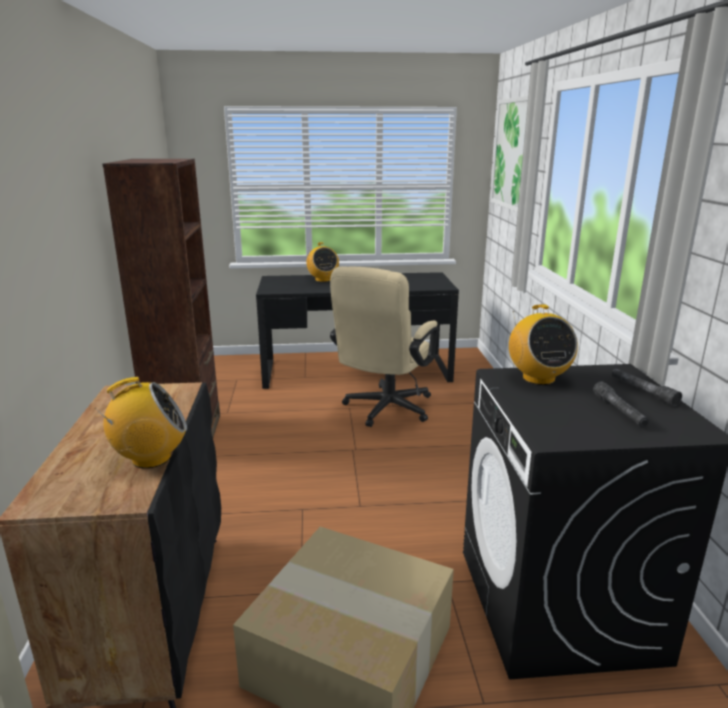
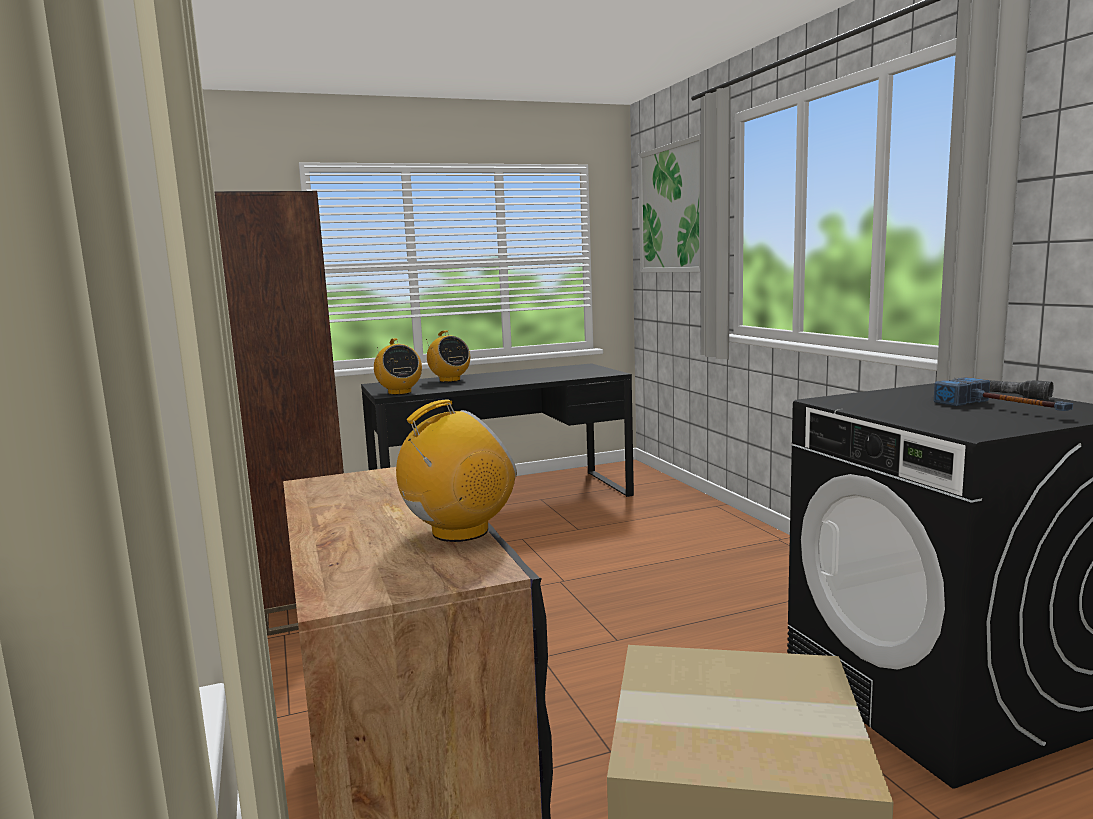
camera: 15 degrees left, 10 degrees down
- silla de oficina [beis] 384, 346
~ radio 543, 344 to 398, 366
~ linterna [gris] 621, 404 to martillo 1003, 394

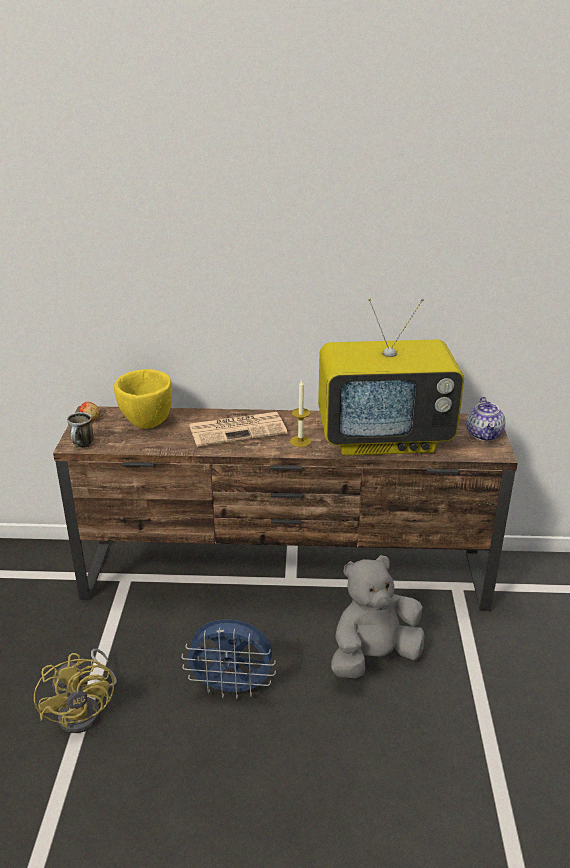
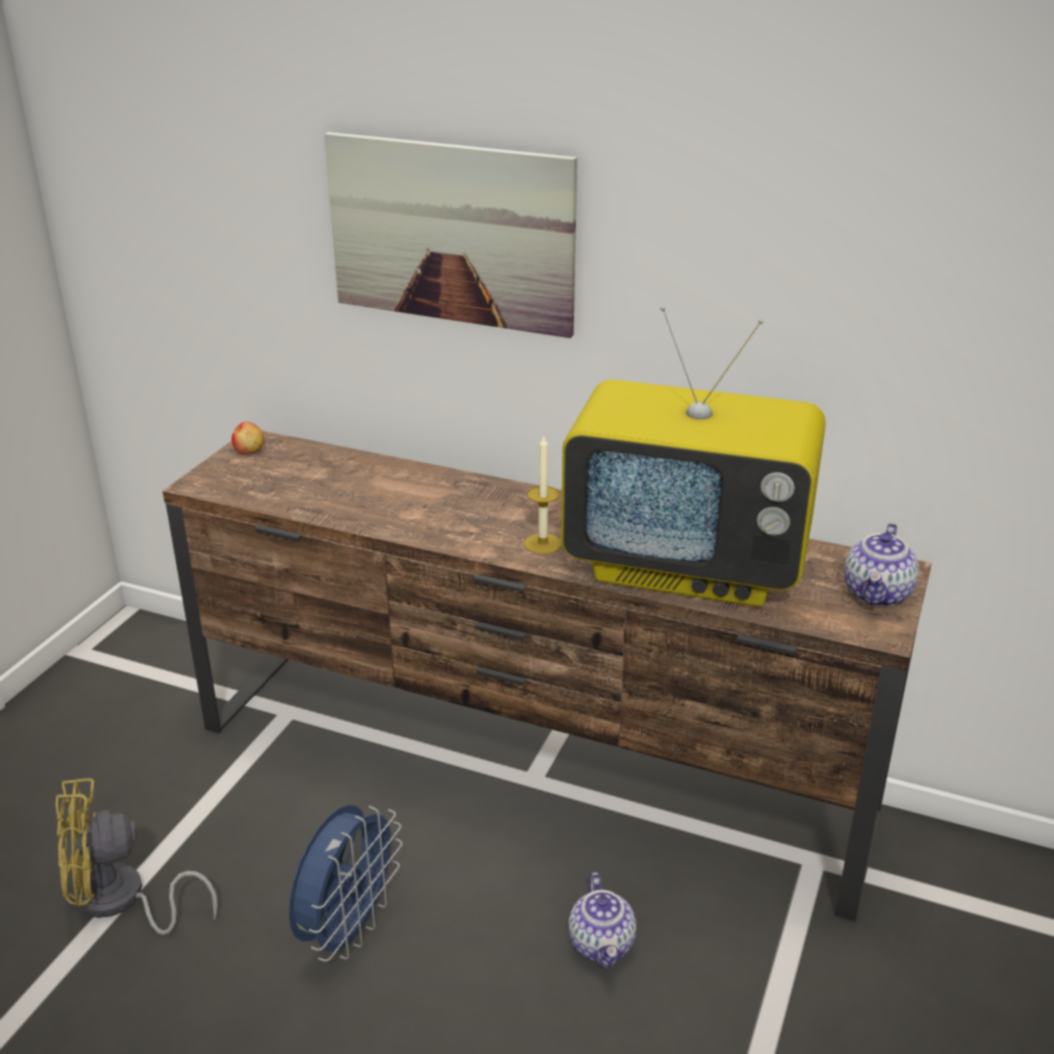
camera: 20 degrees right, 0 degrees up
~ ventilador [amarillo] 75, 691 = 136, 856 75 degrees clockwise
- taza grande 80, 429
- cuenco [amarillo] 143, 399
~ ventilador [azul] 228, 659 = 346, 883 90 degrees counterclockwise
- periódico 238, 429
~ peluche [gris] 378, 616 to tetera 602, 920
+ cuadro 450, 235

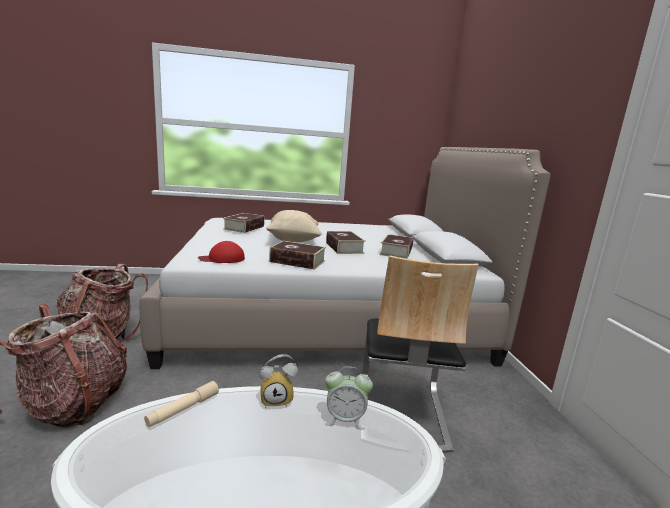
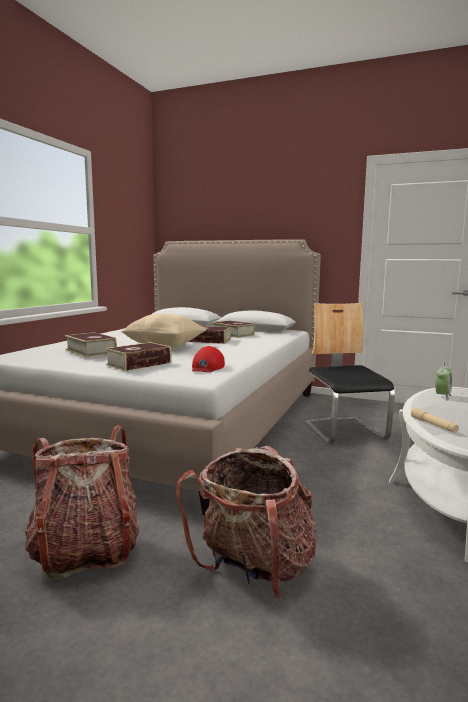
camera: 60 degrees left, 5 degrees down
- despertador 279, 381
~ libro 297, 255 to 138, 356
~ silla 420, 354 = 349, 373 135 degrees counterclockwise

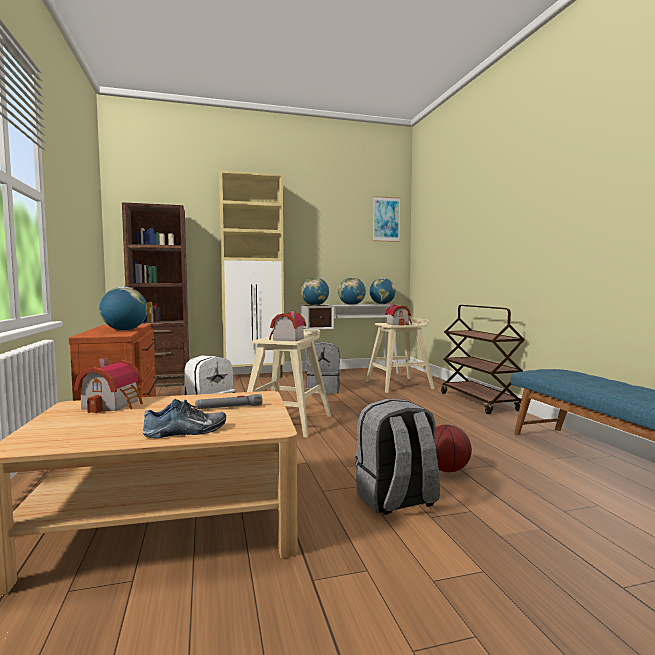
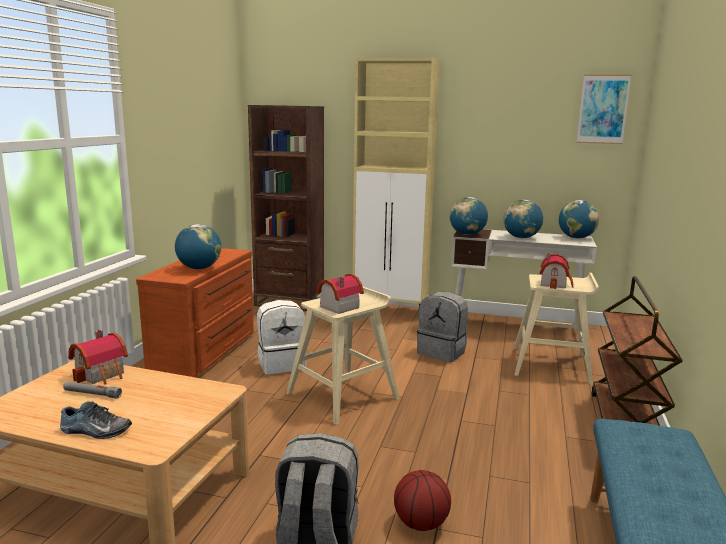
camera: 30 degrees right, 10 degrees up
~ linterna [gris] 228, 401 to 92, 390

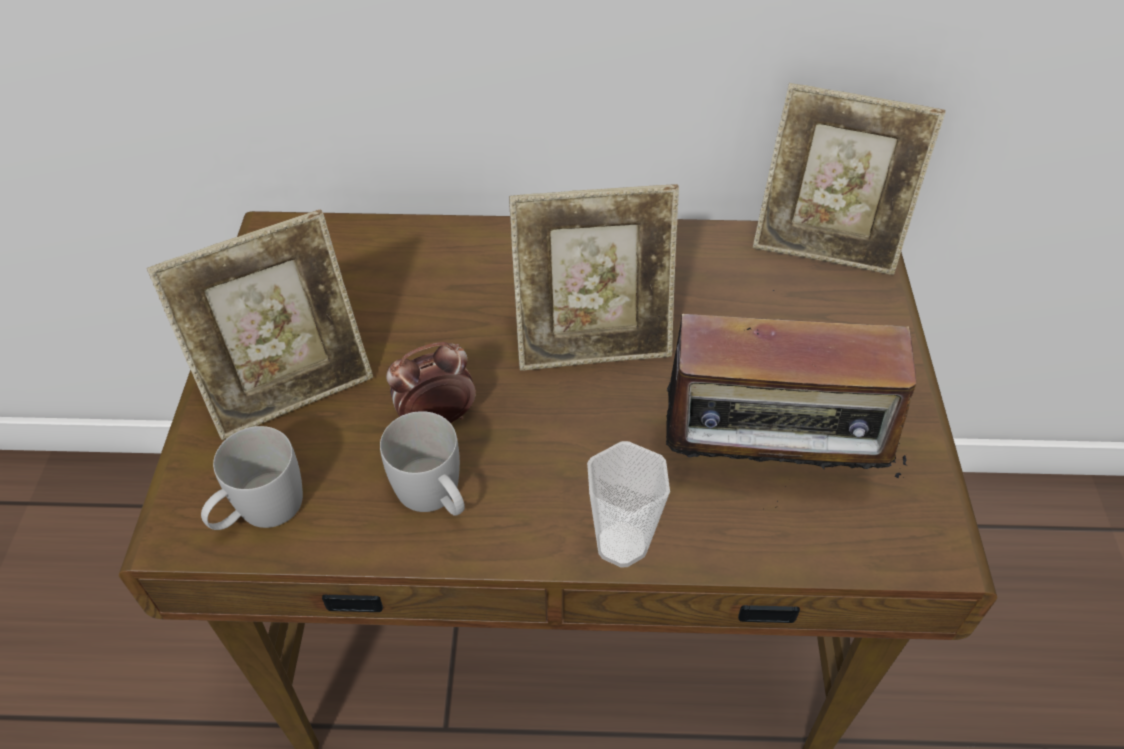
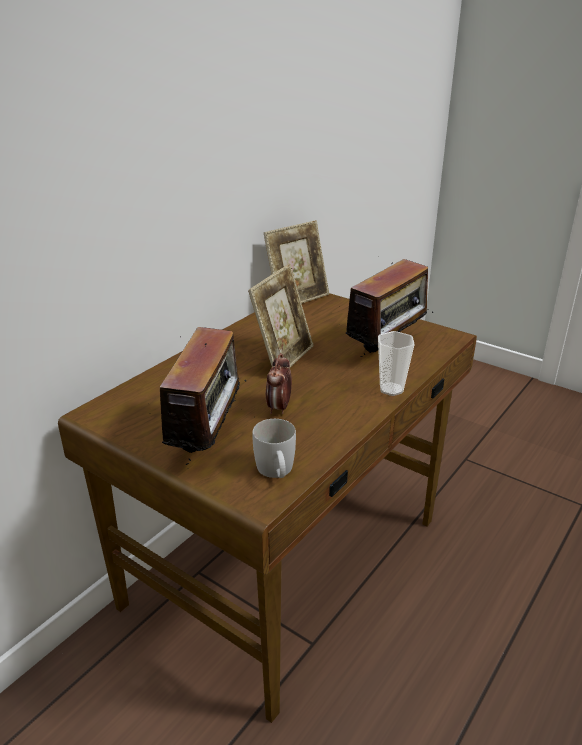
camera: 55 degrees left, 20 degrees down
~ portarretratos 260, 325 to radio 206, 396
- taza grande [blanco] 422, 463

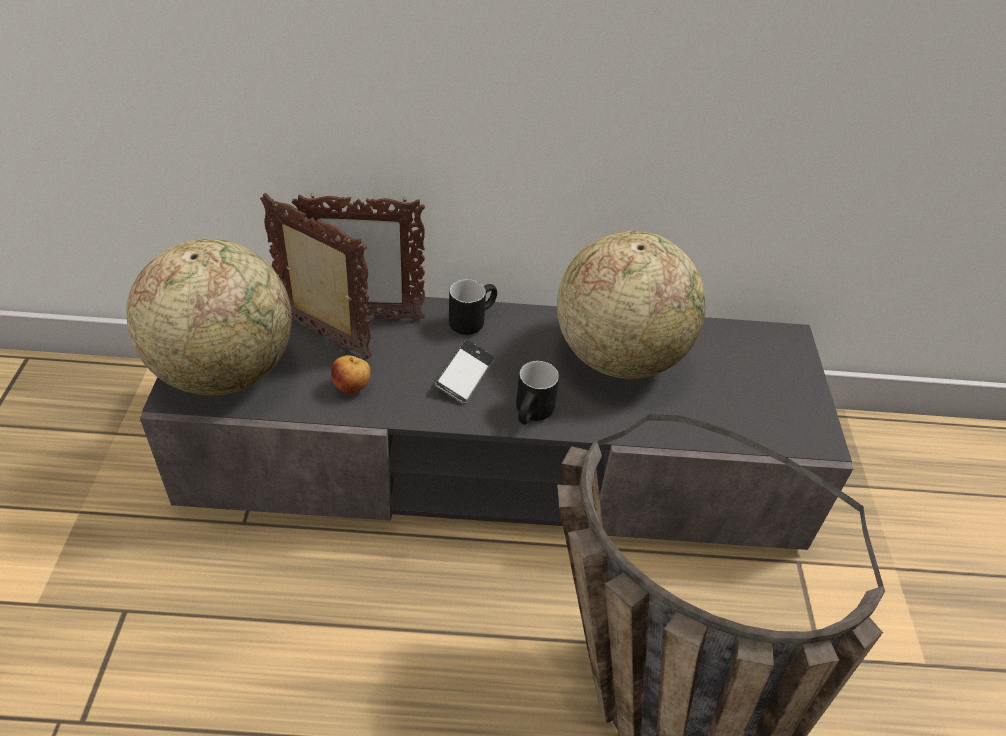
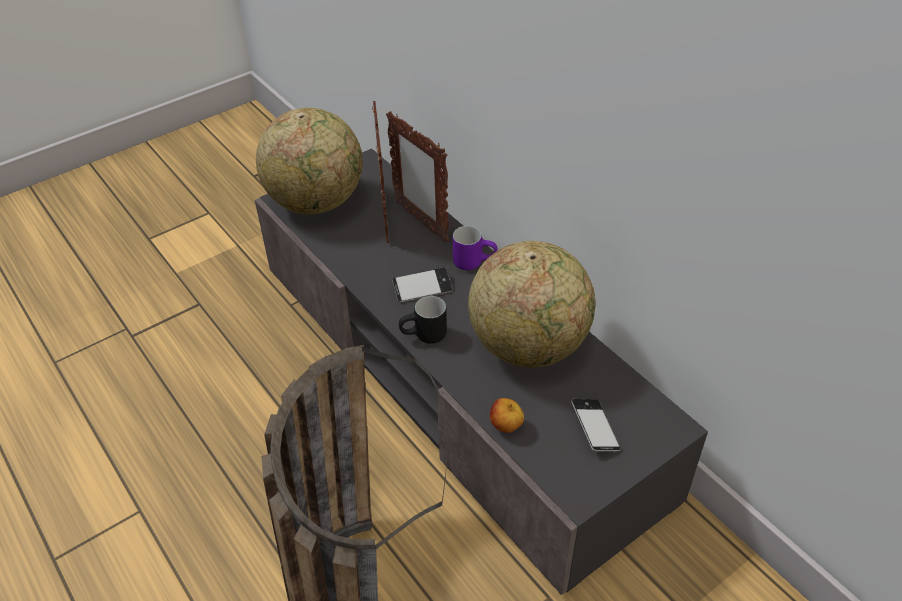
camera: 55 degrees right, 0 degrees up
~ manzana 351, 374 to 507, 415
~ taza grande [negro] 473, 307 to taza grande [morado] 475, 248
+ móvil 596, 425

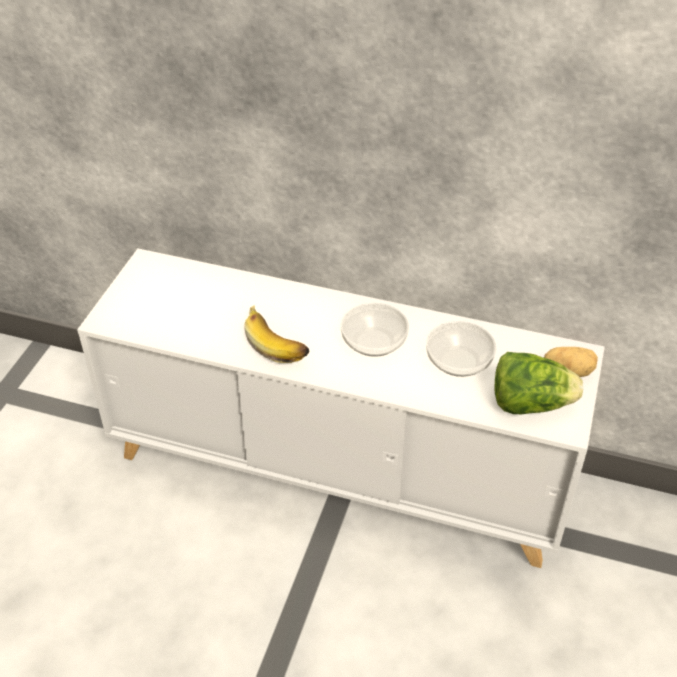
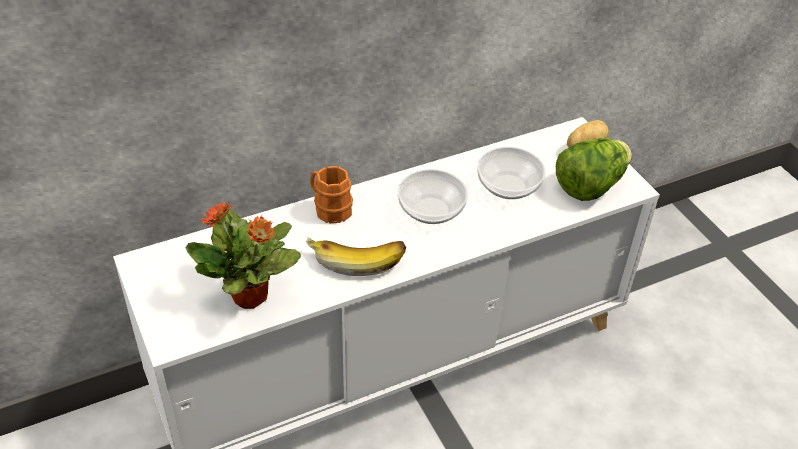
camera: 45 degrees left, 0 degrees up
+ planta en maceta 243, 255
+ taza grande [naranja] 331, 194

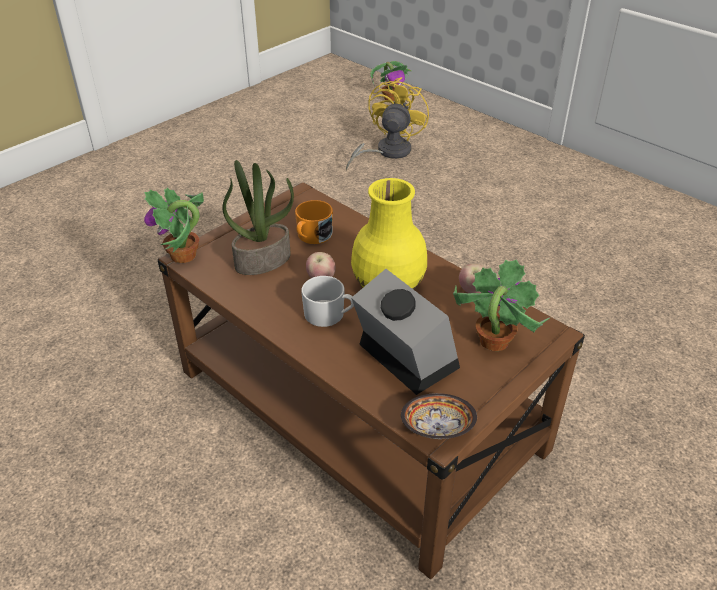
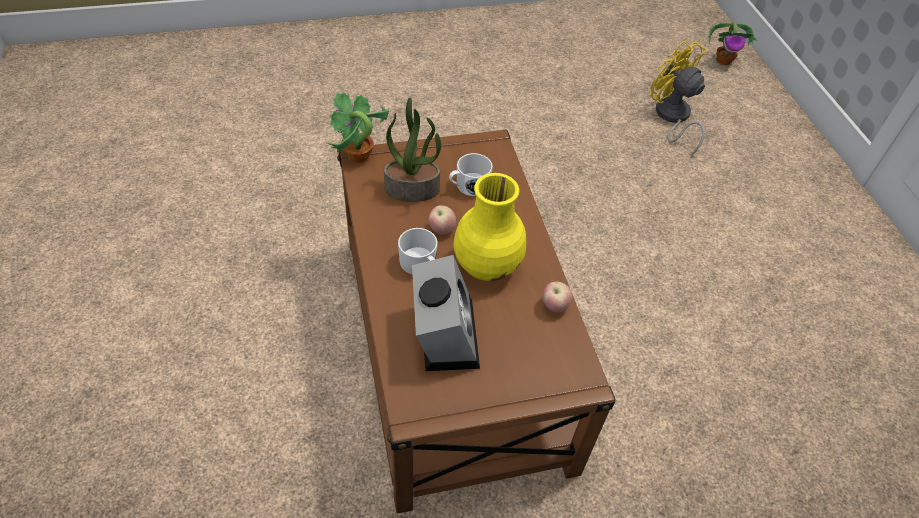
camera: 30 degrees right, 10 degrees up
~ taza grande [naranja] 314, 222 to taza grande [blanco] 471, 174
~ ventilador [amarillo] 387, 123 = 678, 98 90 degrees counterclockwise
- cuenco 439, 416
- planta en maceta 501, 305

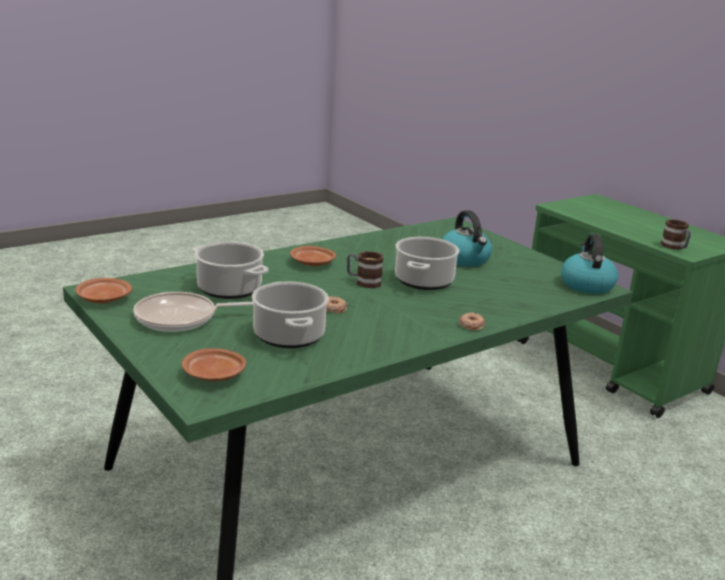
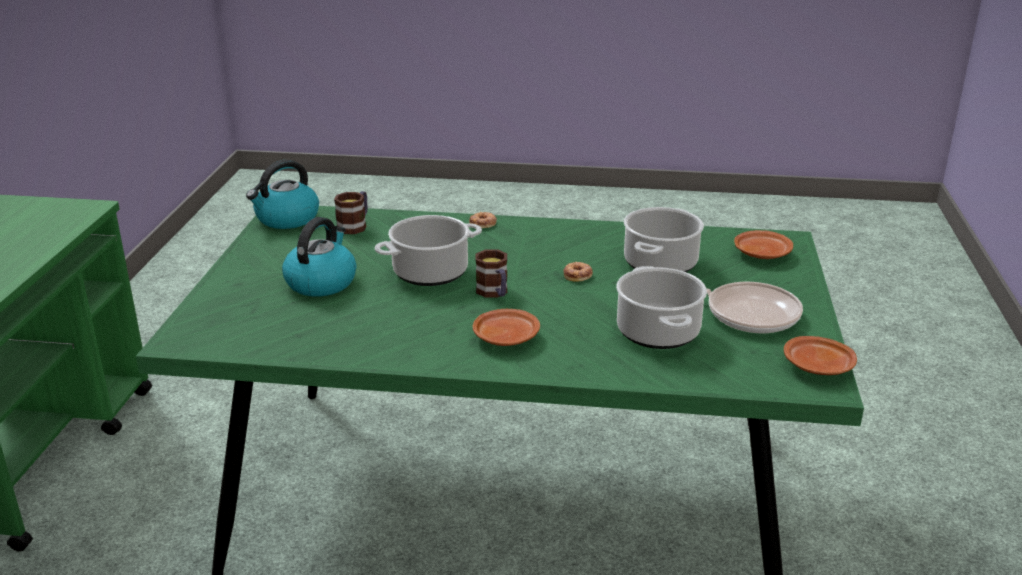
camera: 135 degrees left, 5 degrees up
~ taza grande 676, 234 to 351, 212

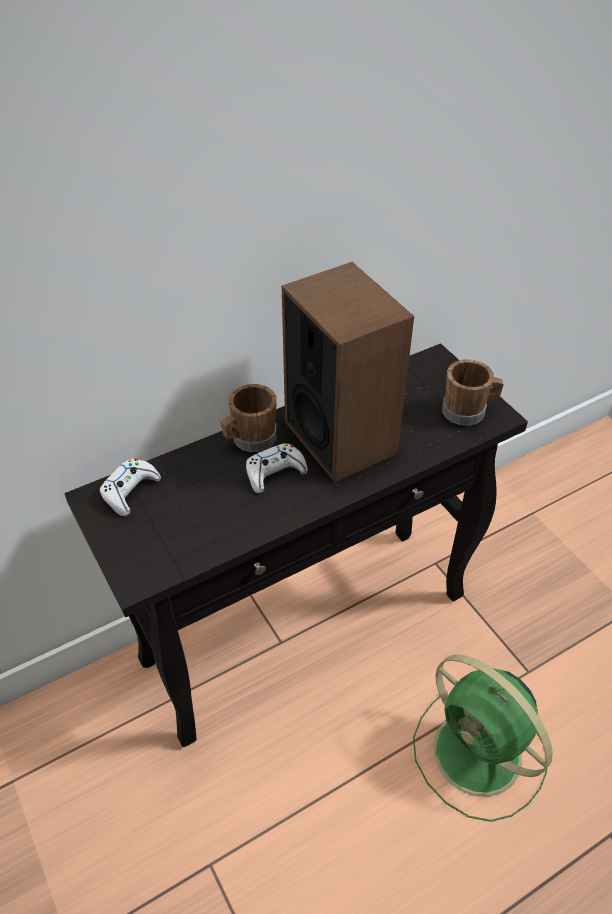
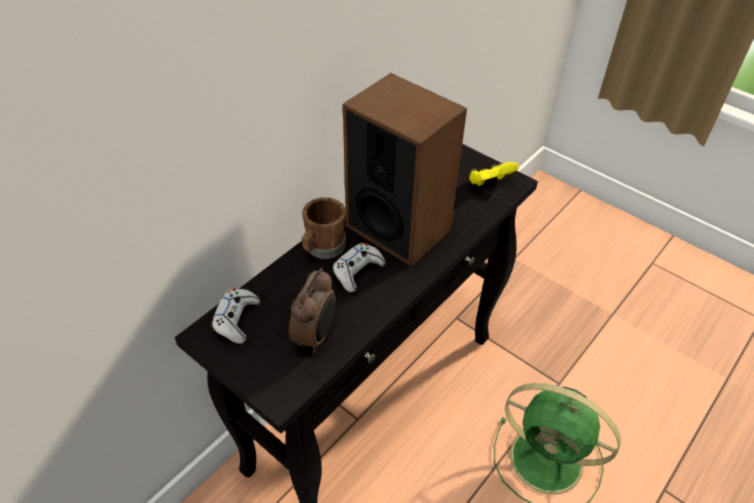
camera: 20 degrees left, 0 degrees up
~ taza grande [marrón] 473, 392 to mando de consola [amarillo] 494, 174
+ despertador 312, 310

